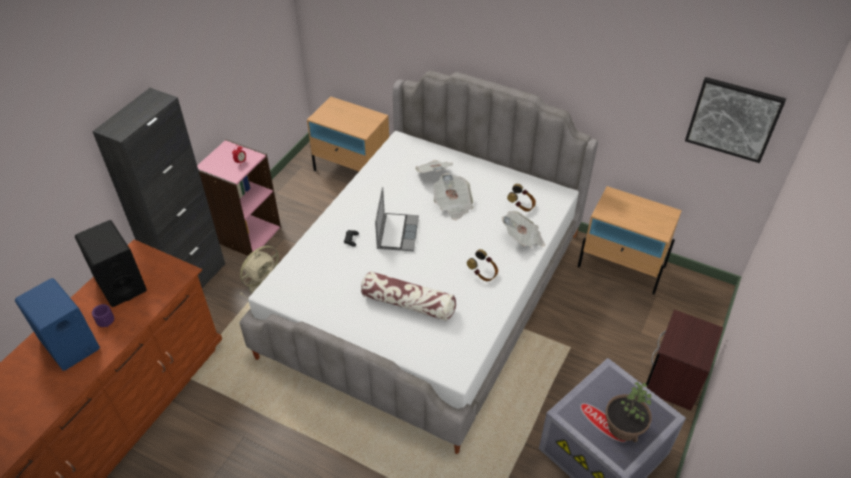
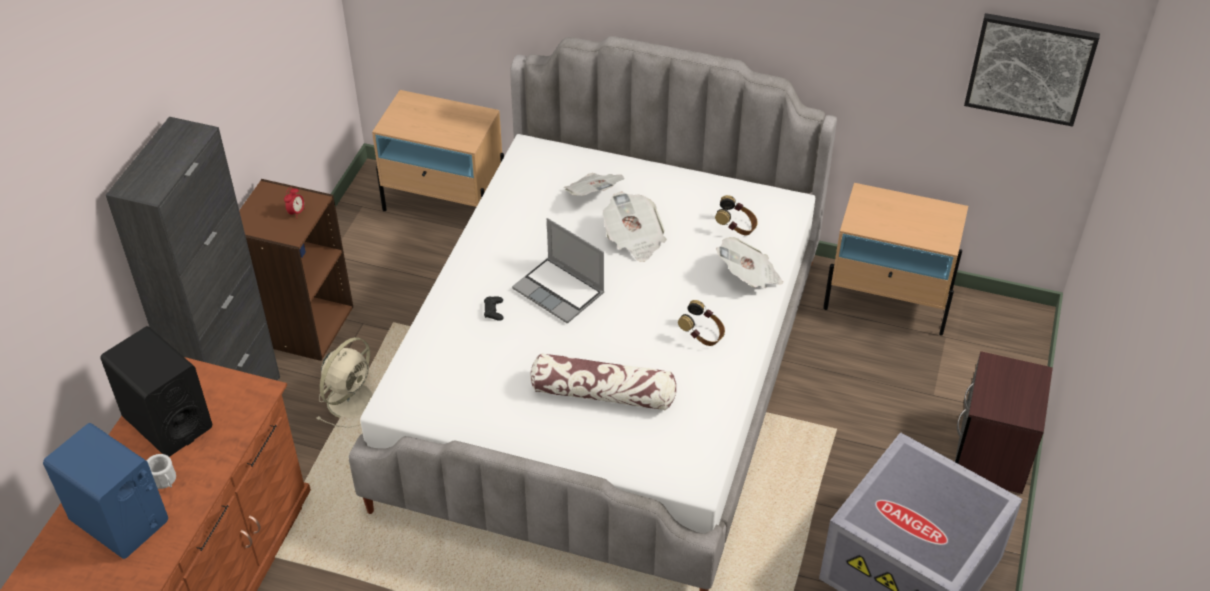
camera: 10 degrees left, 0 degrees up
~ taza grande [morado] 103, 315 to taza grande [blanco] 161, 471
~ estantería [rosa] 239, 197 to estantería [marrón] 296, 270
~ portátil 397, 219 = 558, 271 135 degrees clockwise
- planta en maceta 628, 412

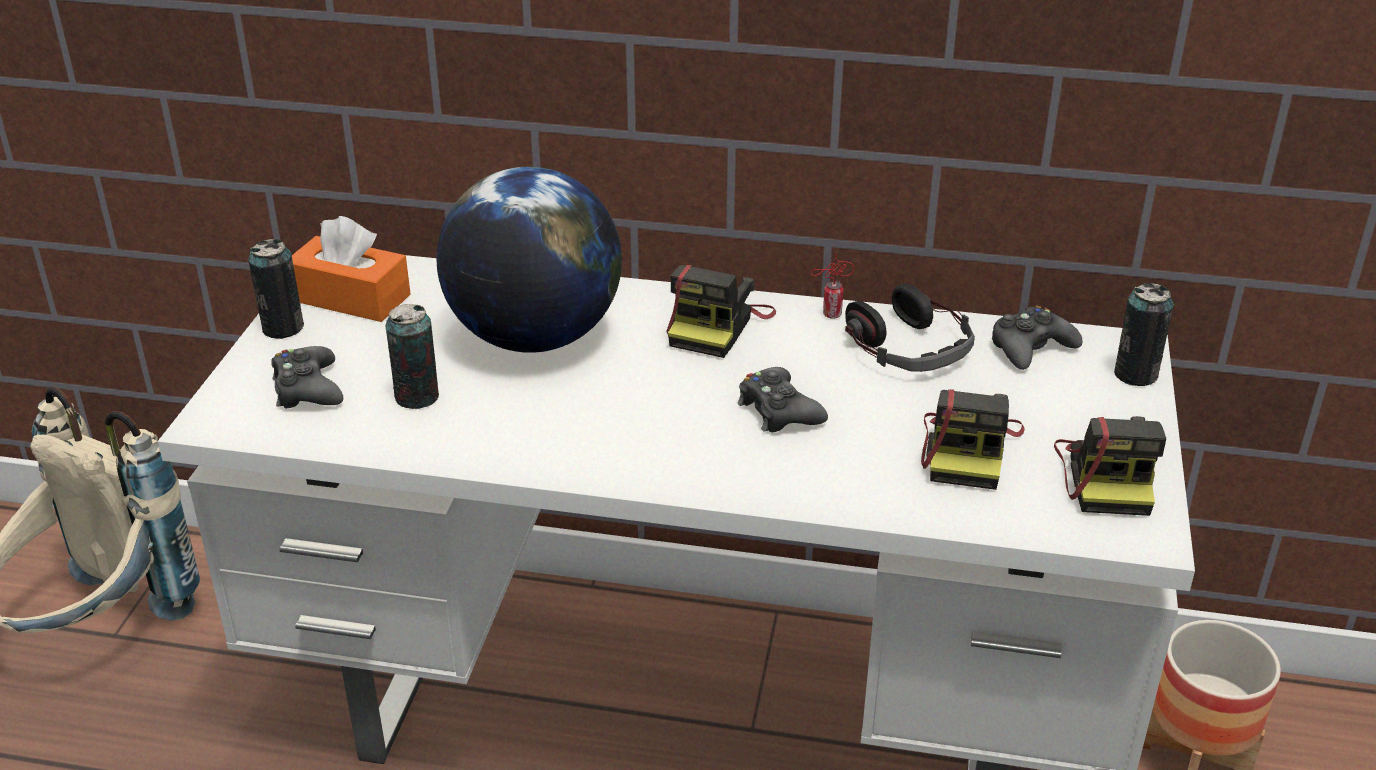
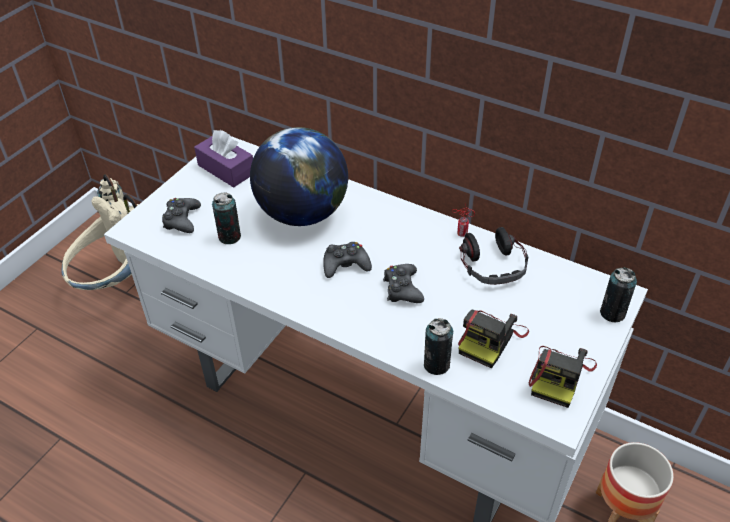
camera: 20 degrees right, 10 degrees up
~ lata 276, 289 to 439, 346
~ caja de pañuelos [naranja] 351, 269 to caja de pañuelos [morado] 223, 158
- cámara 721, 311
~ mando de consola [negro] 1037, 337 to 347, 260

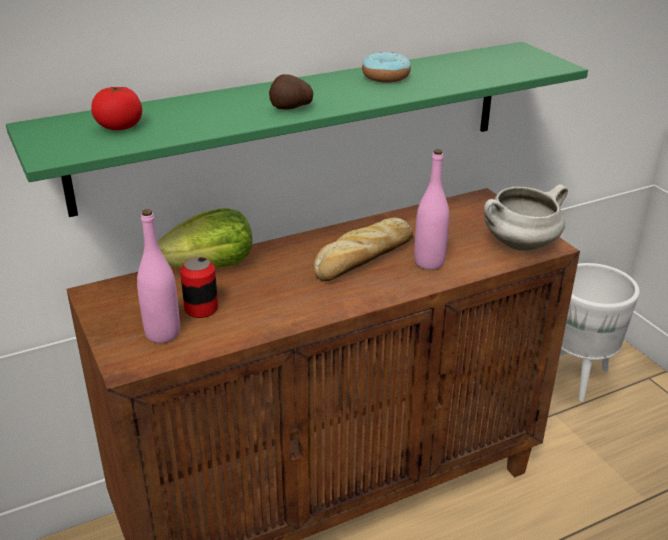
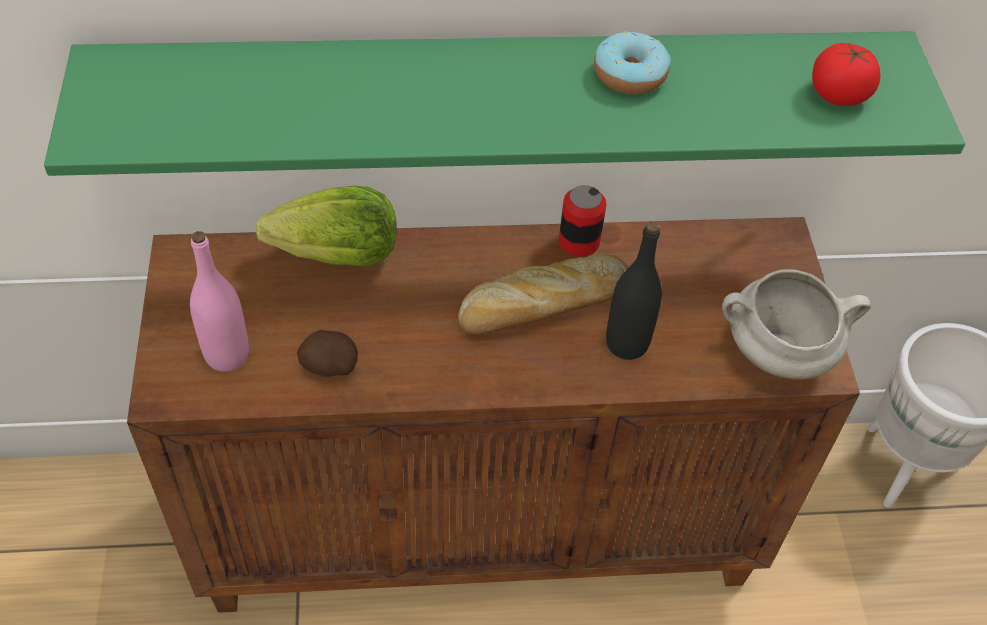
camera: 20 degrees right, 20 degrees up
~ tomate 116, 108 to 846, 74
~ lata 199, 287 to 582, 221
~ patata 291, 91 to 327, 353
~ botella [rosa] 431, 209 to botella [negro] 634, 291

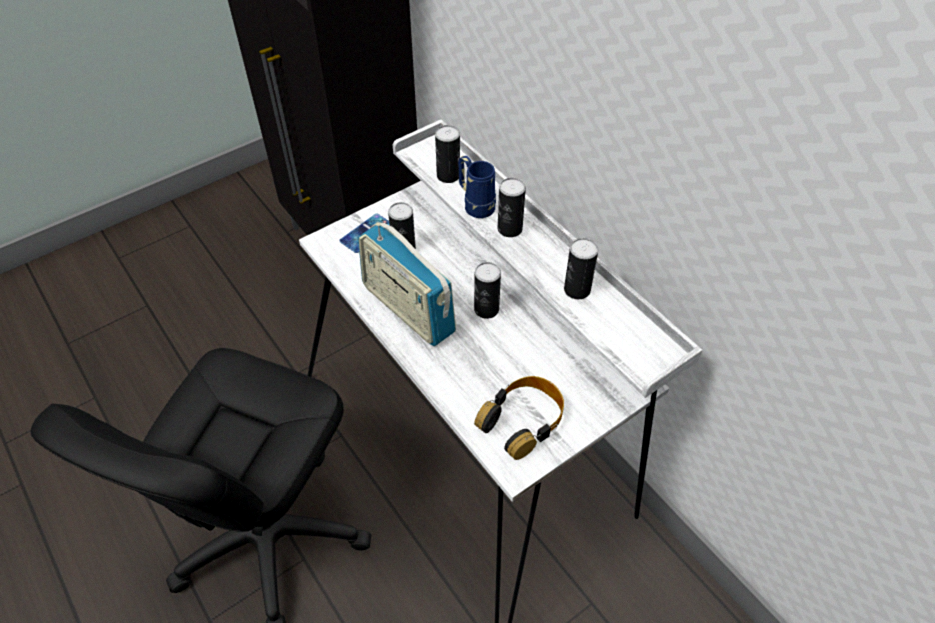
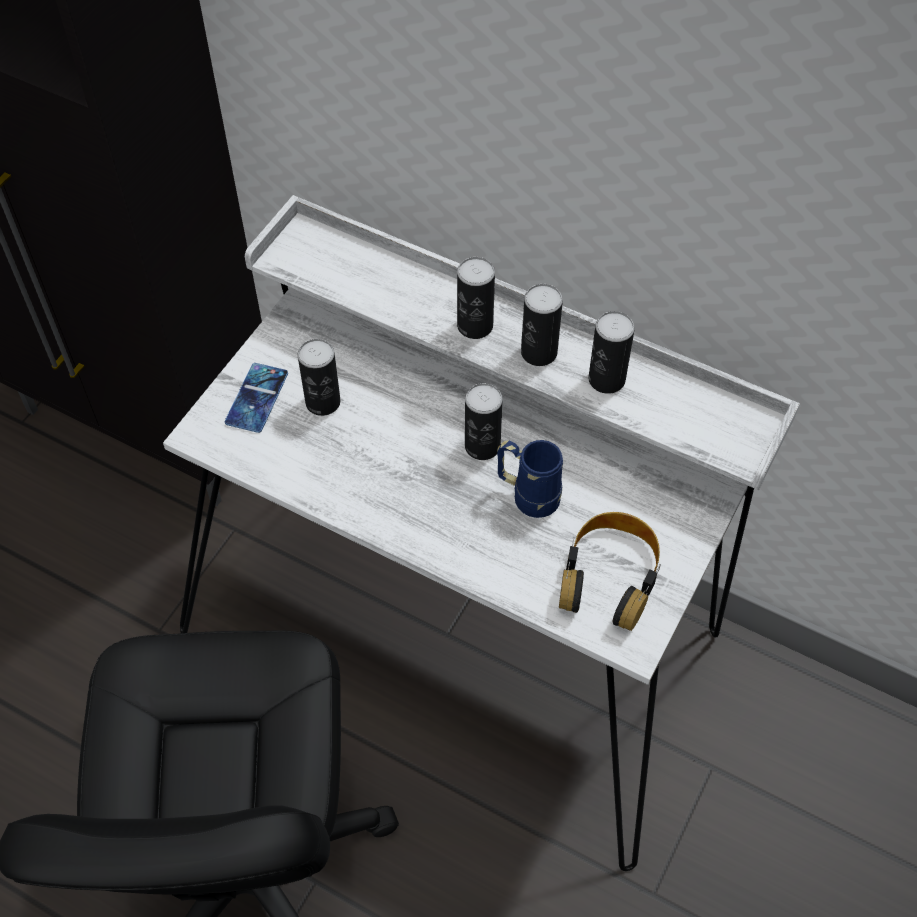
camera: 25 degrees left, 5 degrees up
- radio 407, 284
~ lata 447, 154 to 542, 325
~ taza grande [azul] 477, 187 to 530, 479

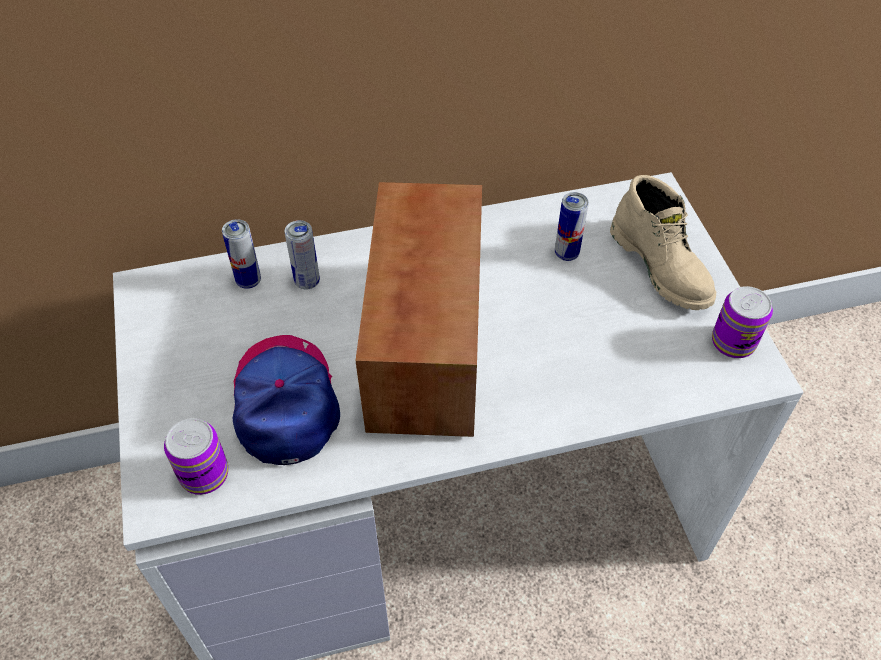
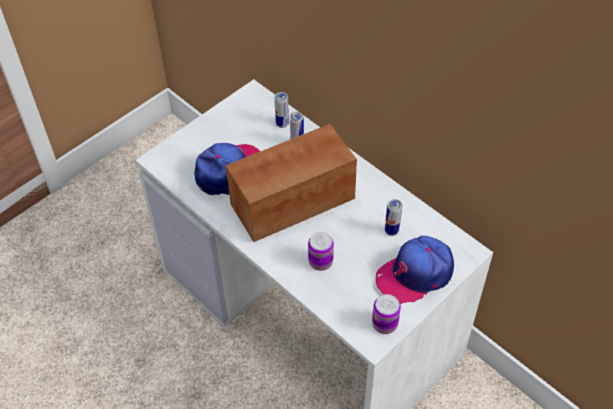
camera: 60 degrees right, 0 degrees up
~ lata 196, 456 to 321, 251
~ bota [beis] 663, 242 to gorra 415, 270

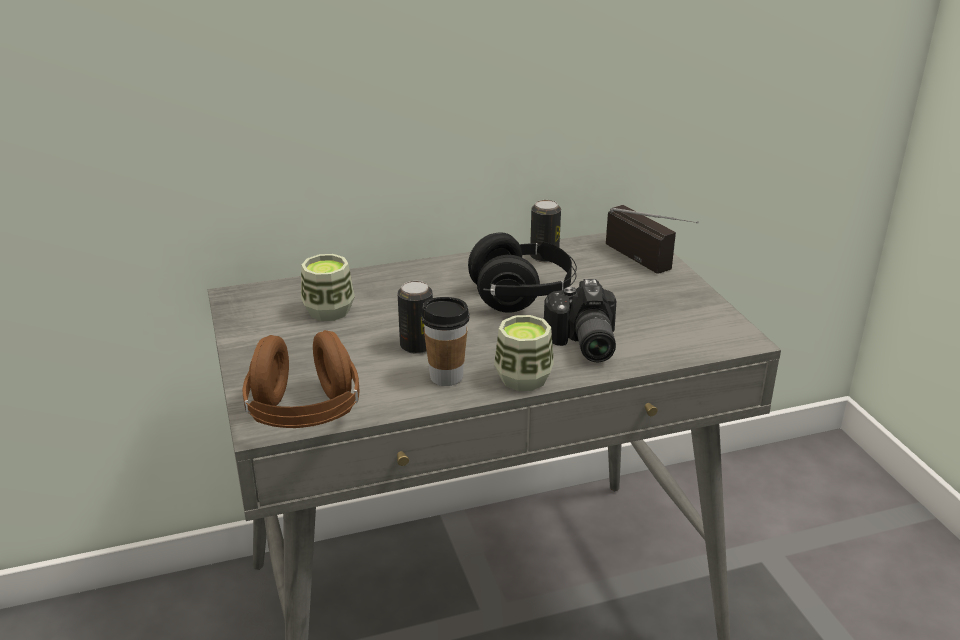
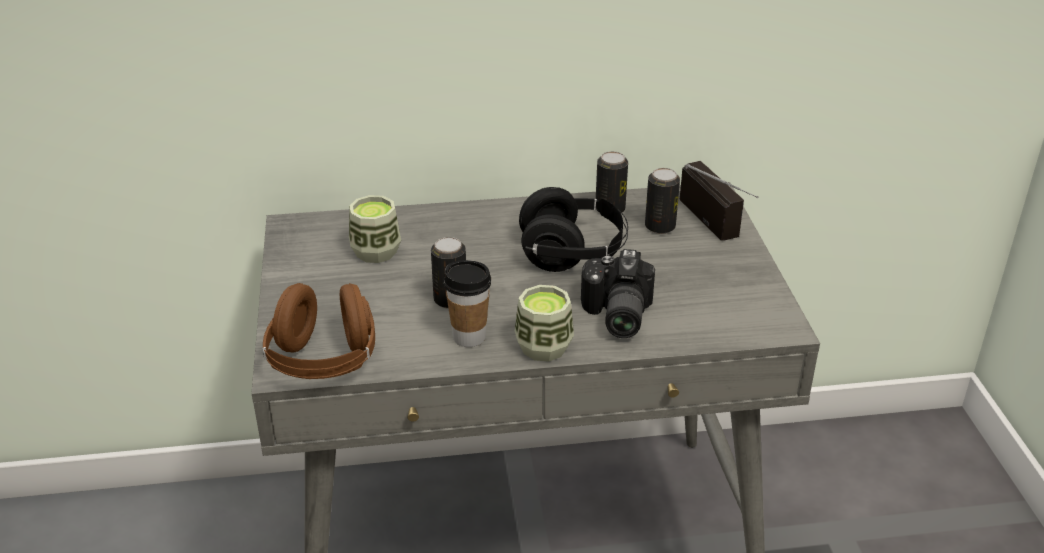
camera: 10 degrees right, 5 degrees up
+ lata 662, 201

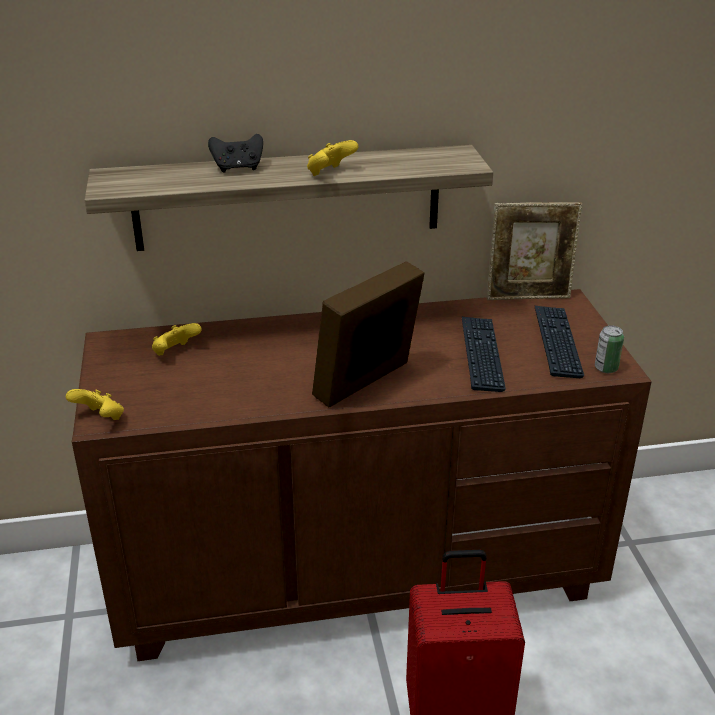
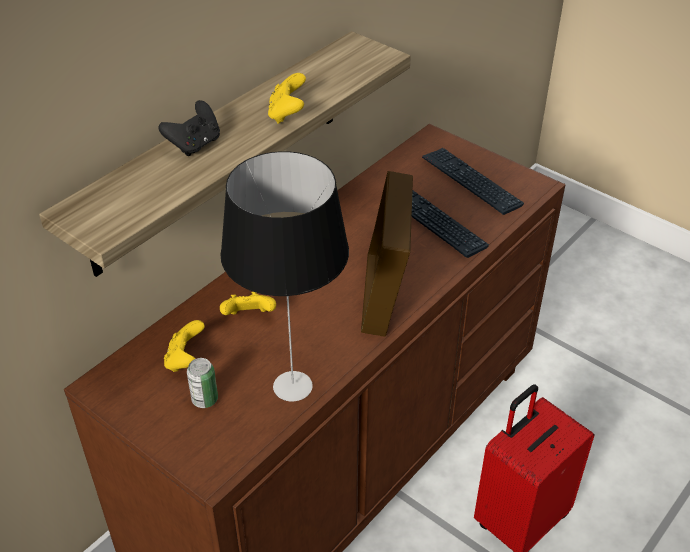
camera: 40 degrees left, 10 degrees up
~ mando de consola [amarillo] 95, 404 to 248, 303
- portarretratos 535, 251
~ lata 609, 349 to 202, 383
+ lámpara de mesa 284, 276

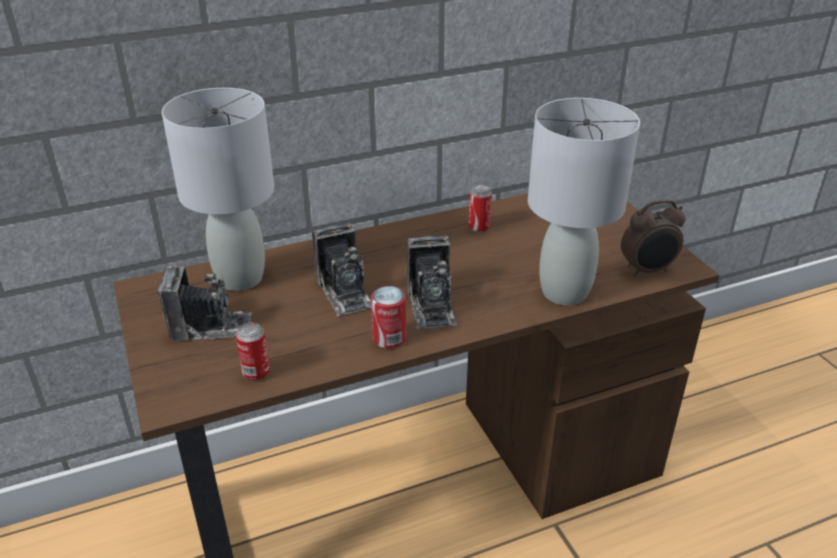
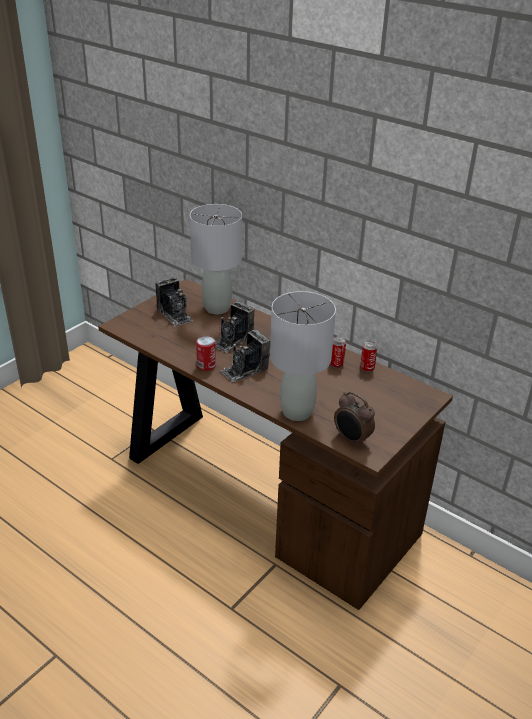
camera: 60 degrees right, 0 degrees up
~ lata 253, 351 to 368, 356

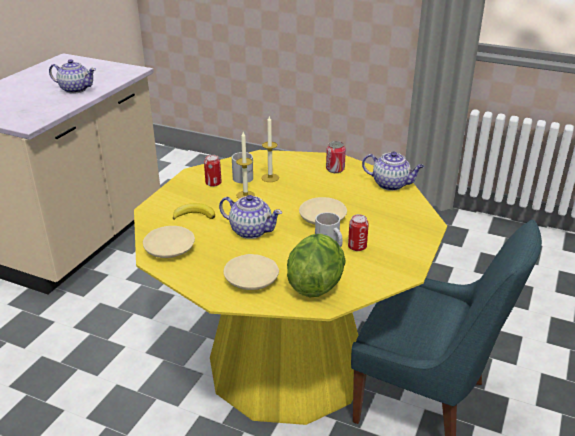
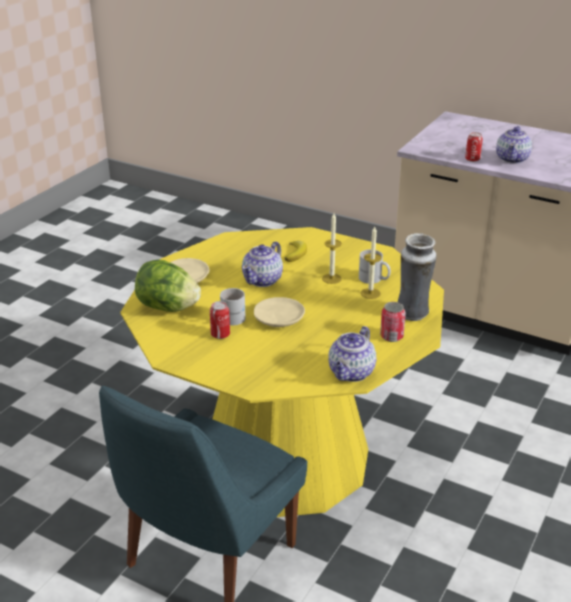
camera: 95 degrees right, 0 degrees up
- plato [beis] 169, 242
~ lata 213, 171 to 474, 147
+ florero 417, 277

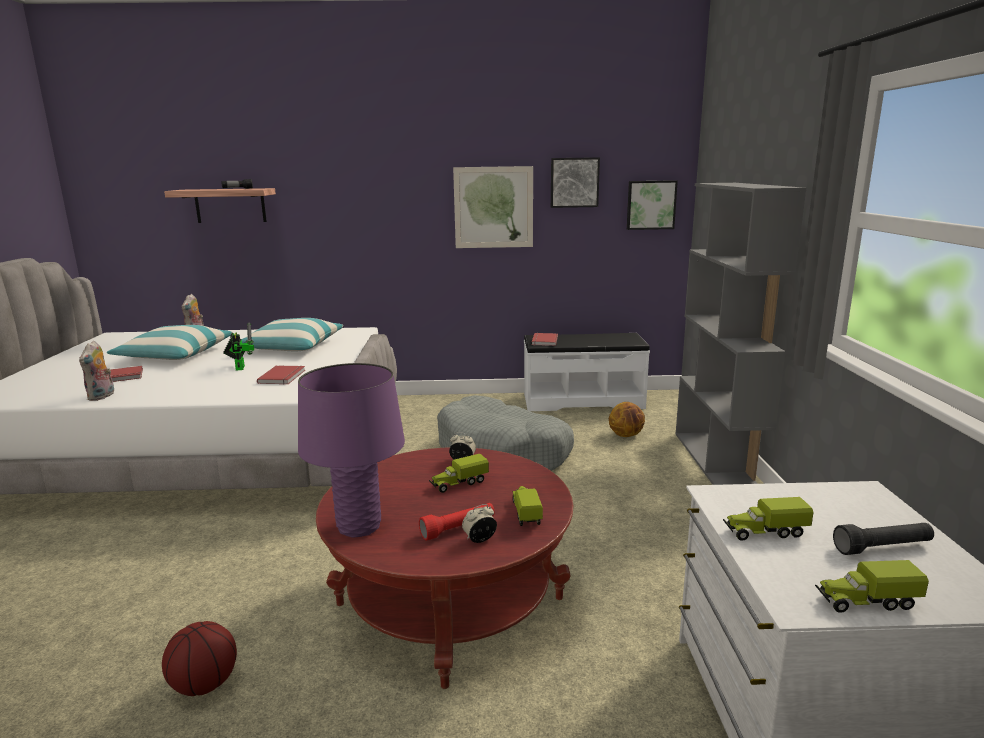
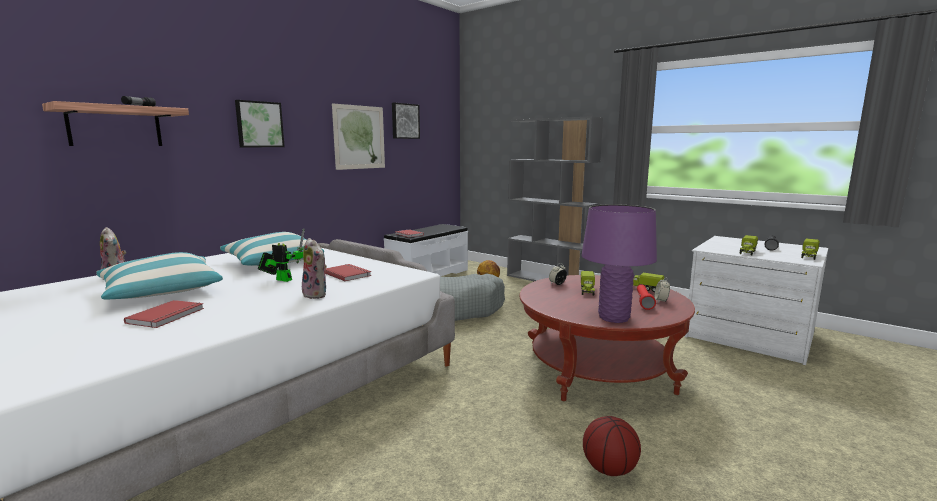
camera: 50 degrees left, 5 degrees down
~ peluche 96, 371 to 314, 268
~ cuadro 652, 205 to 260, 123

